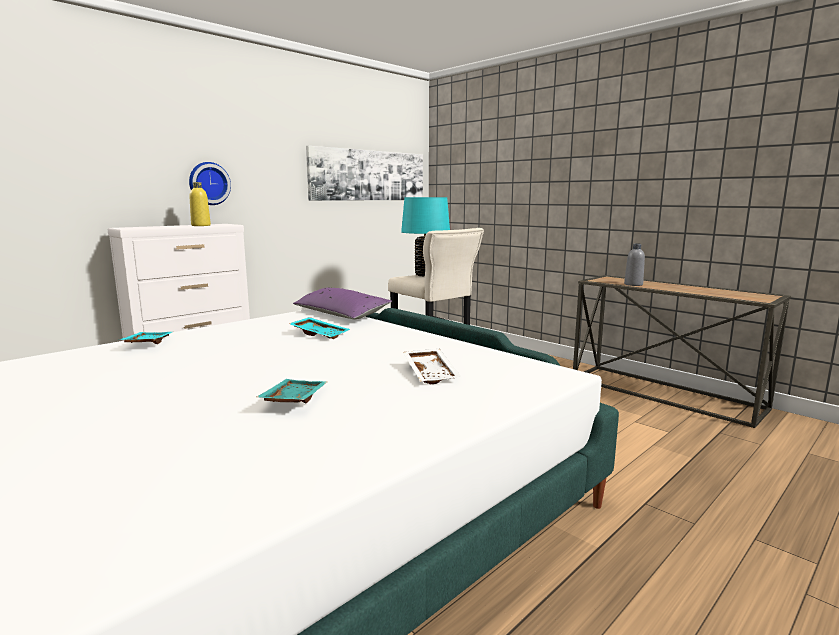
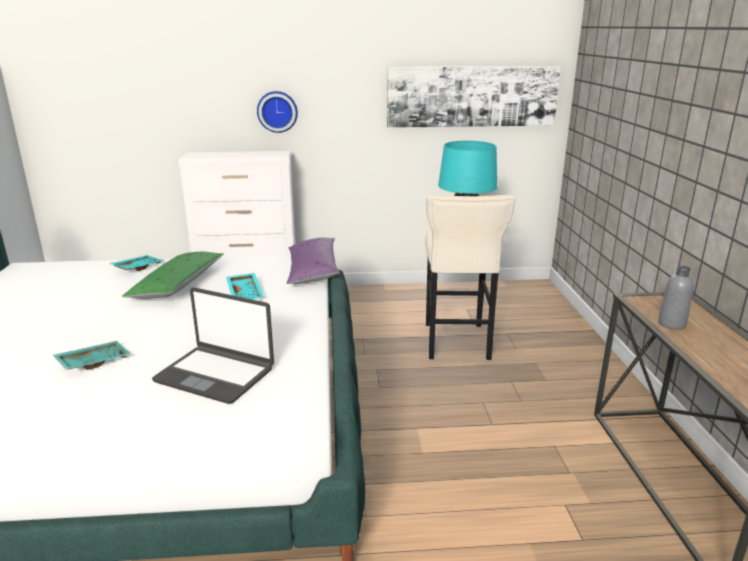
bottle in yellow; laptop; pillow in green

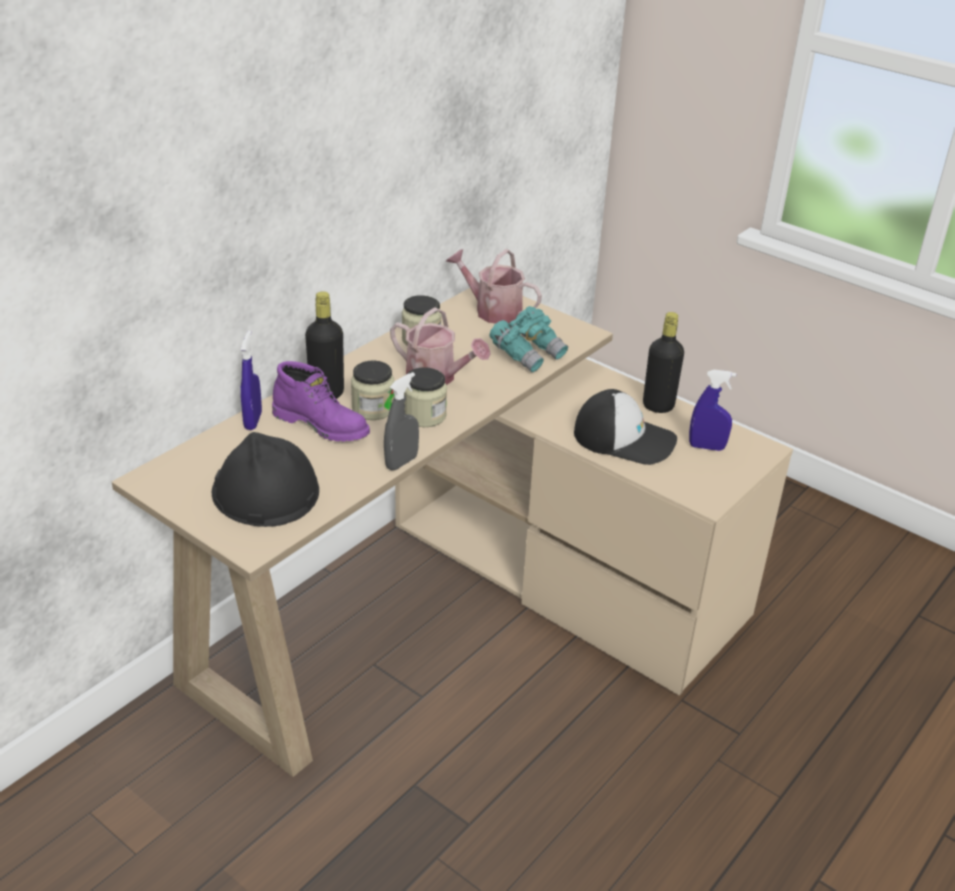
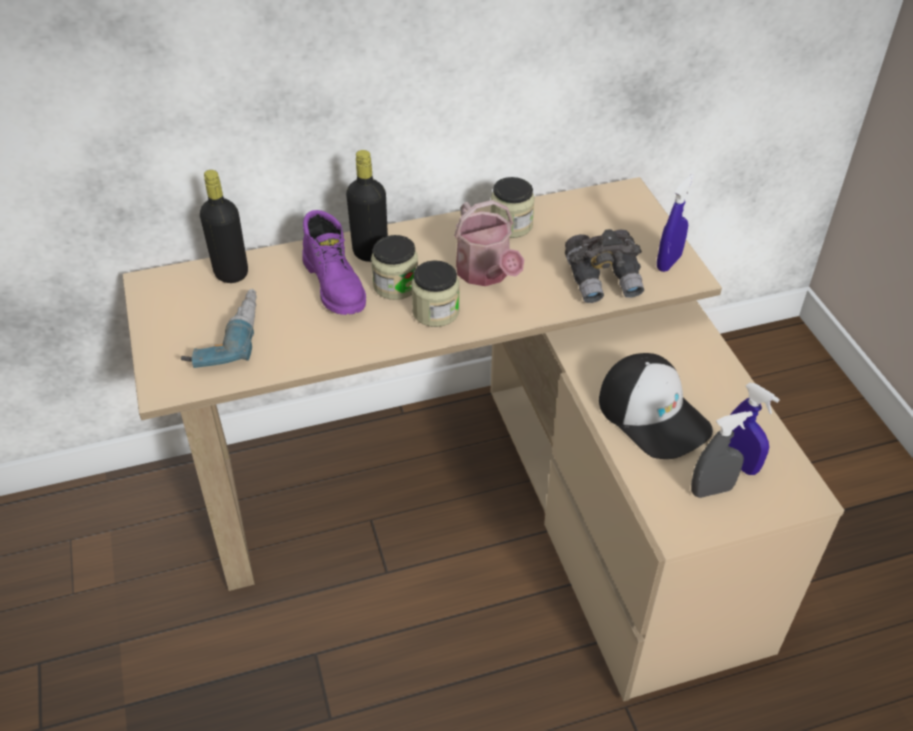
watering can (2nd from left in the first image); binoculars in grey; bottle in black (1st from left); spray bottle in blue (1st from left); spray bottle in grey; power drill

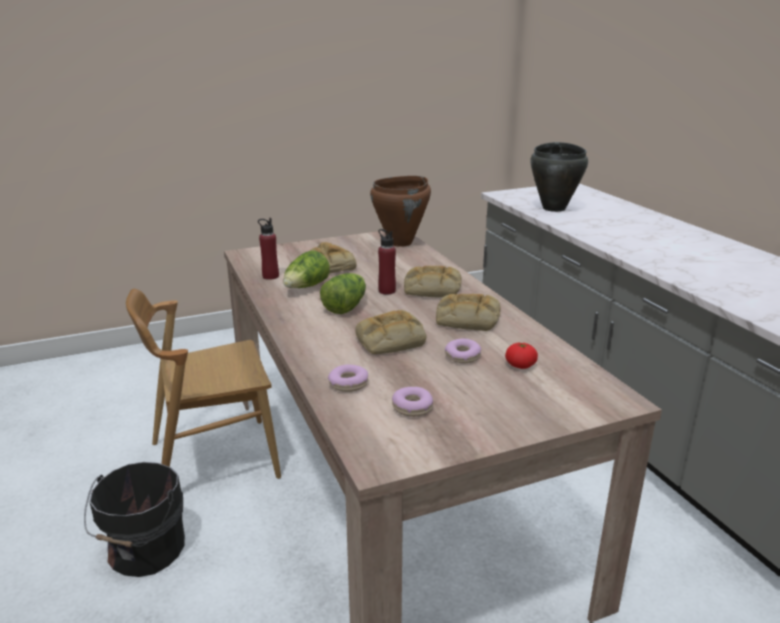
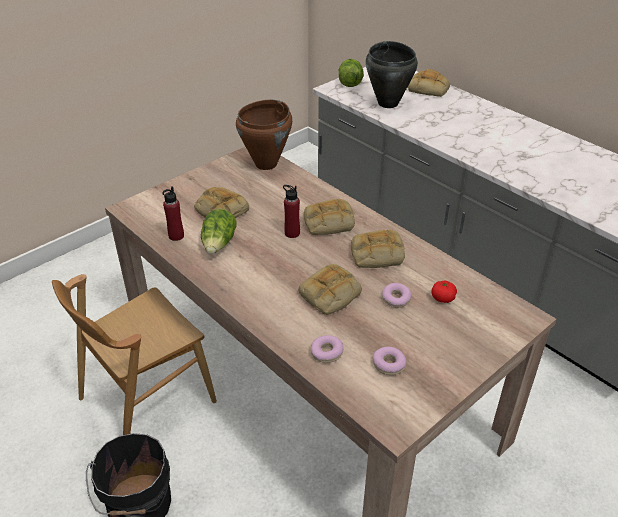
lettuce (2nd from left); bread (5th from left)

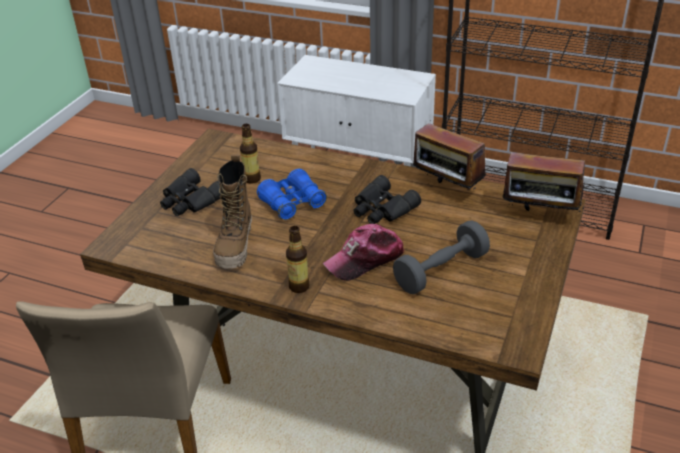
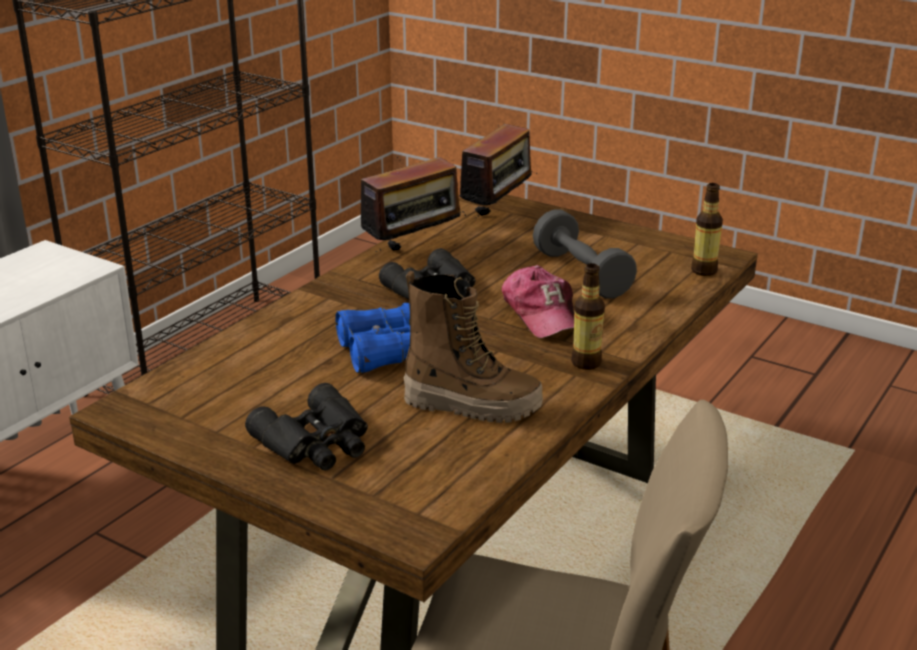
bottle (2nd from left)

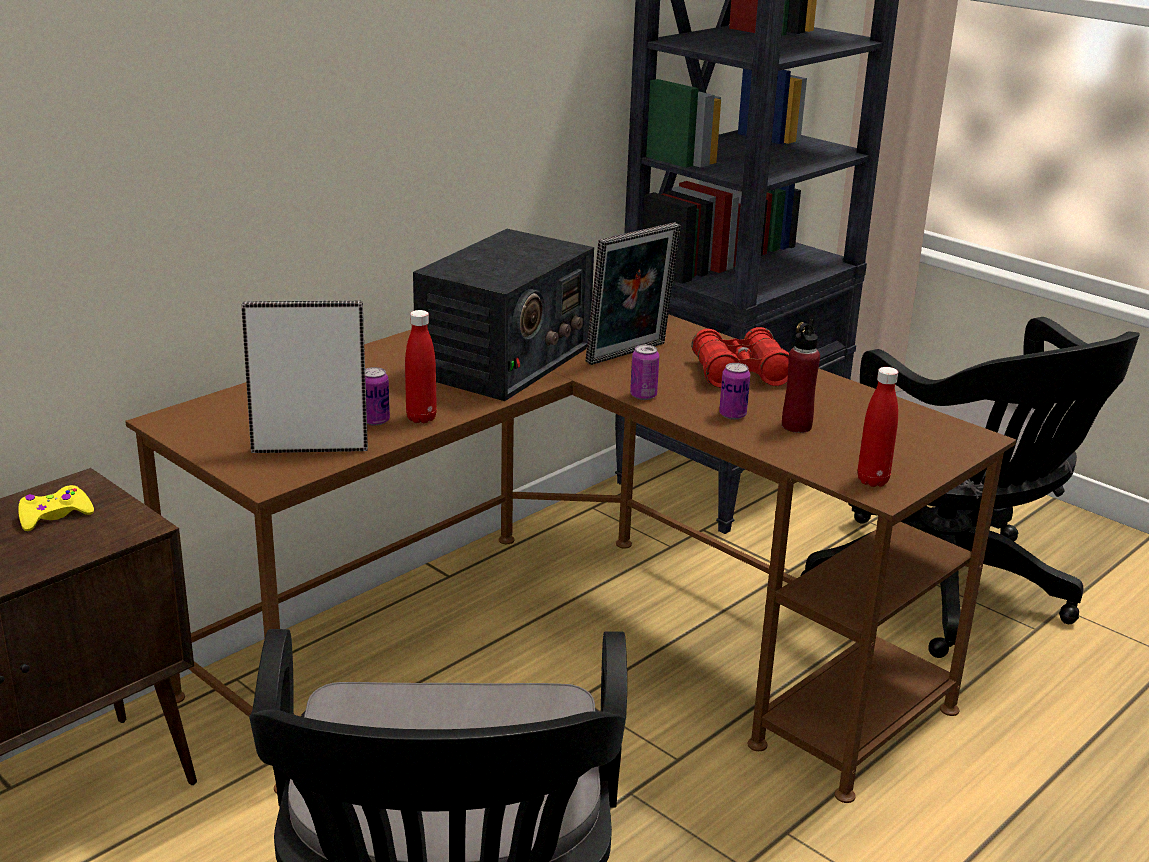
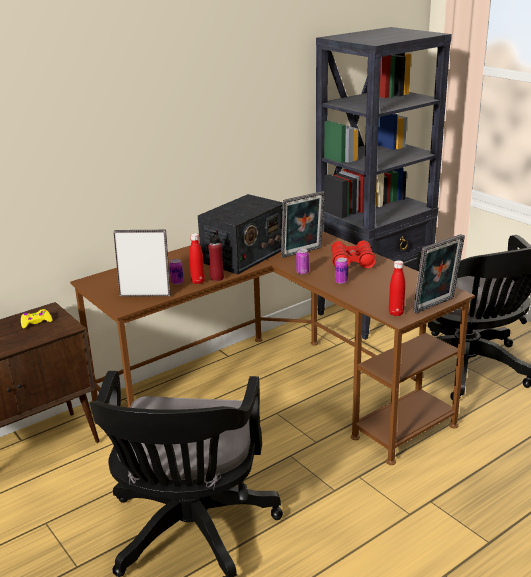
bottle in red (2nd from left); picture frame (3rd from left)

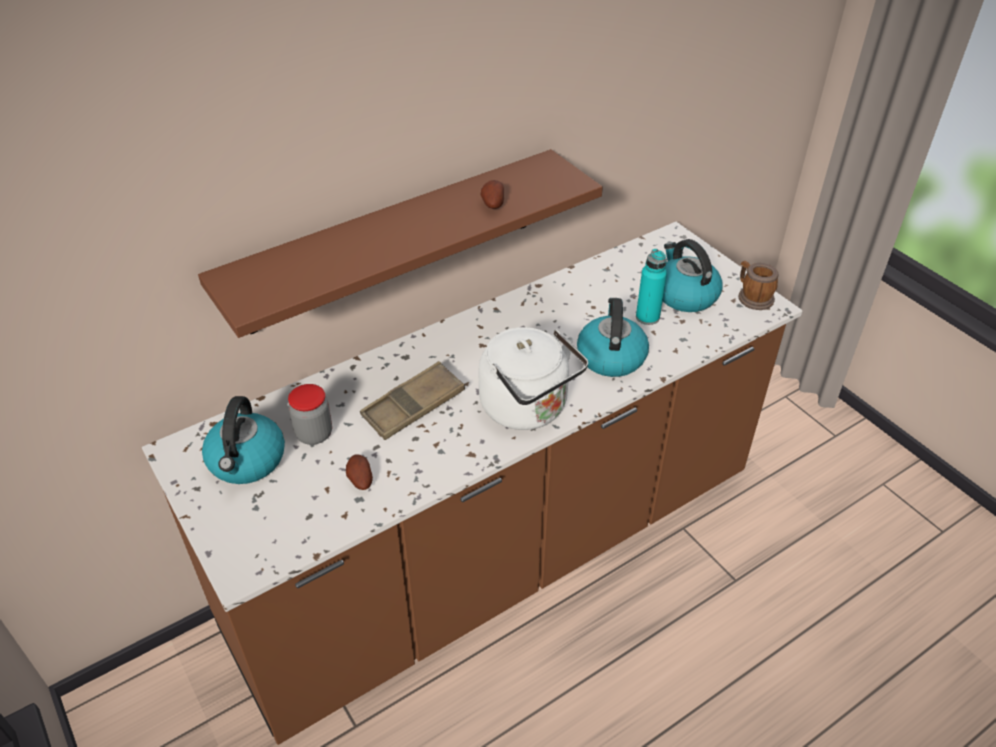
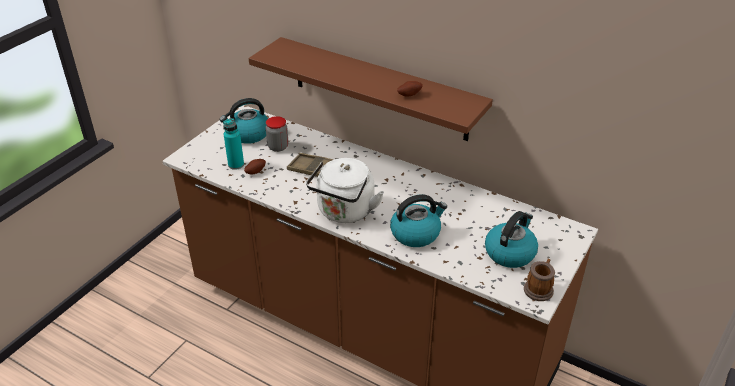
bottle in turquoise

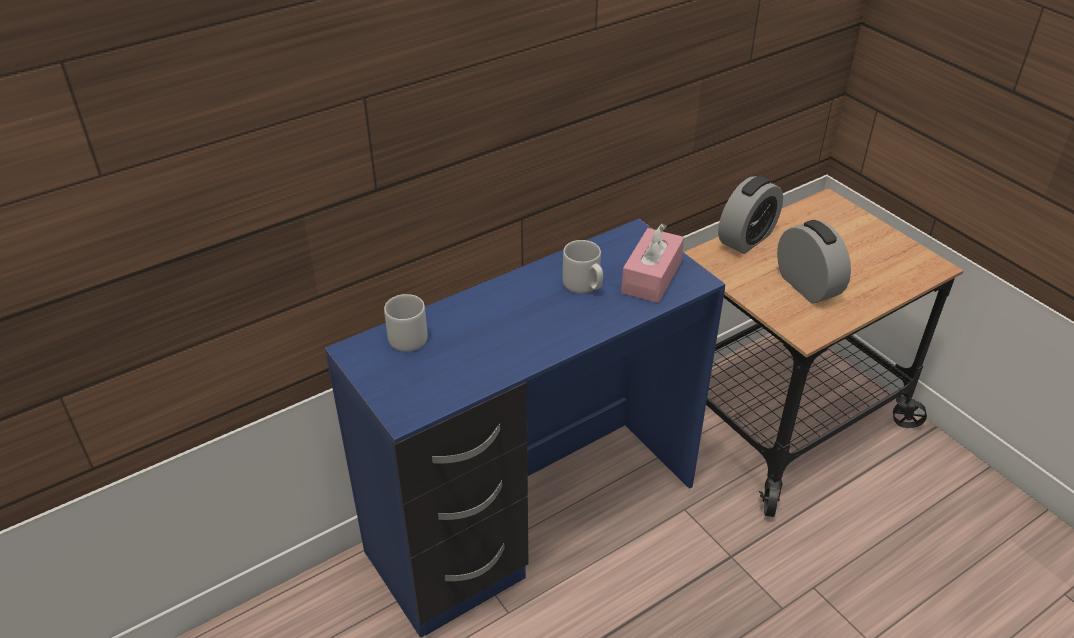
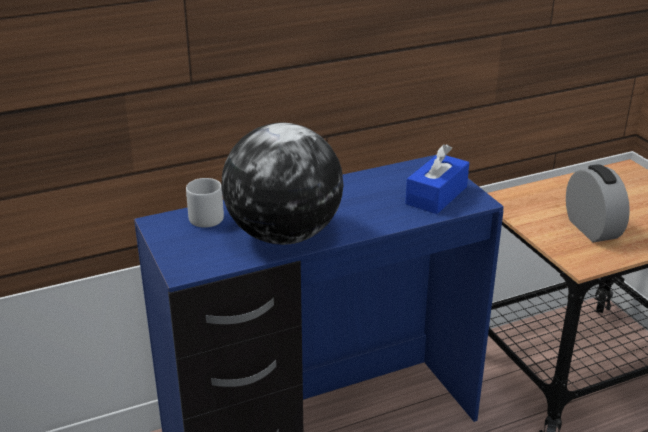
alarm clock (1st from left in the first image); tissue box in blue; mug in grey (2nd from left in the first image); globe

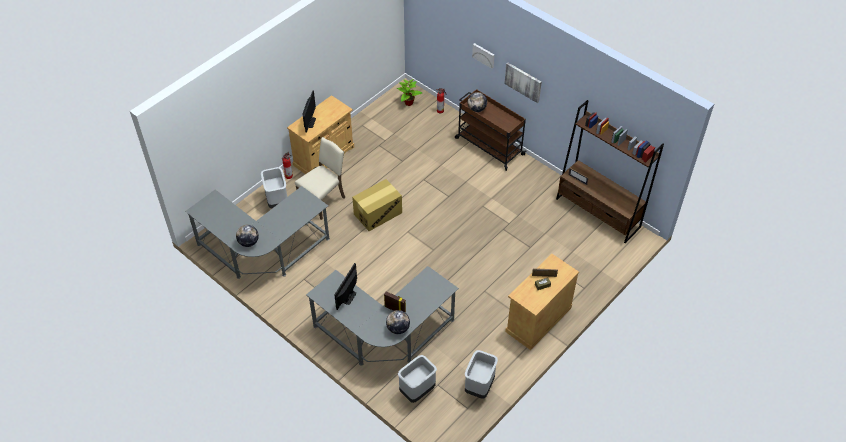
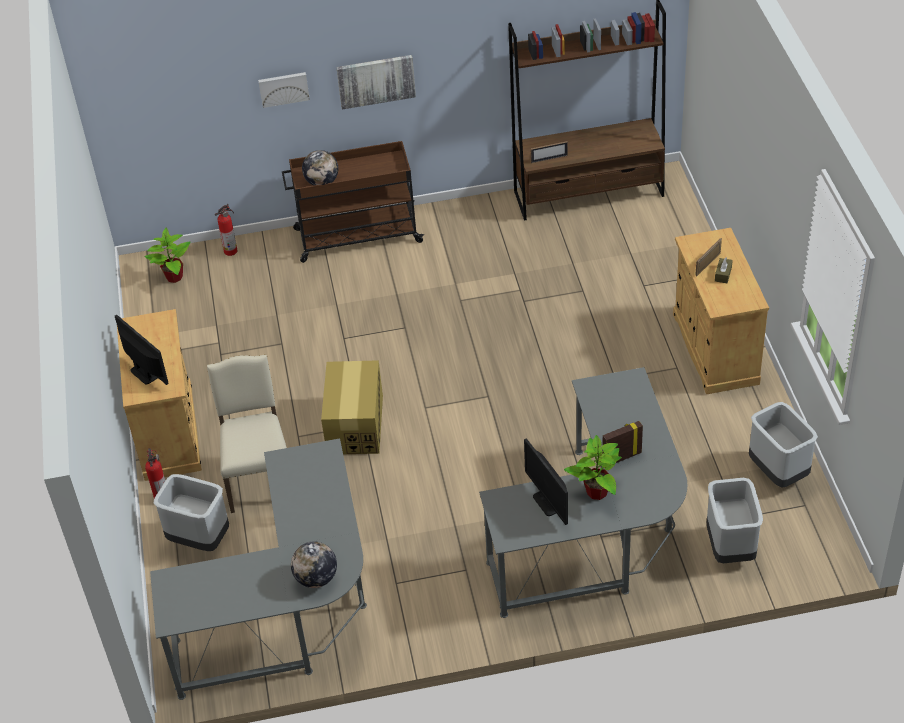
globe (2nd from left in the first image); potted plant (2nd from left)

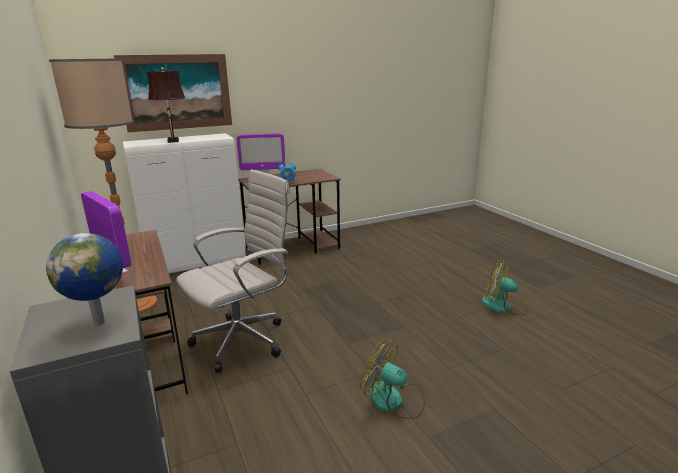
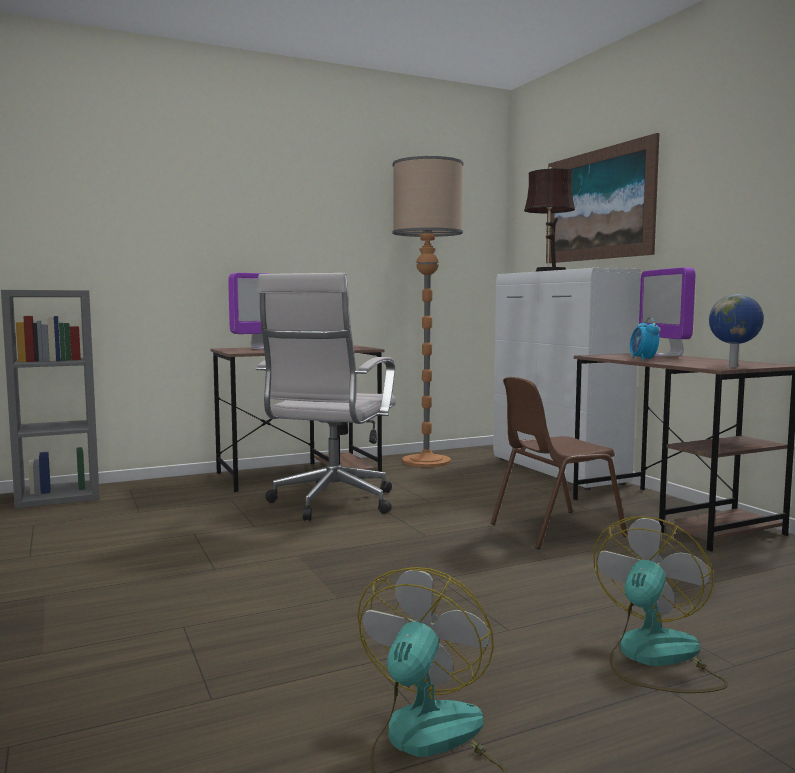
office chair in white; globe; fan (2nd from left); chair in brown

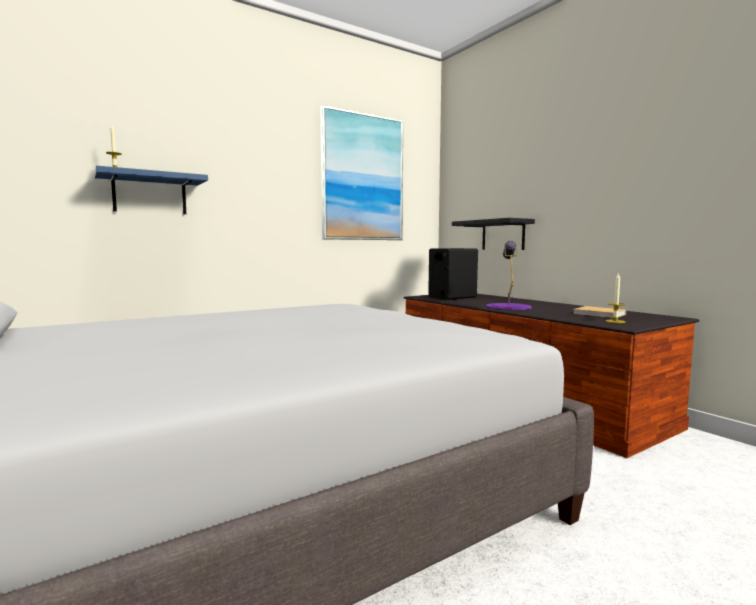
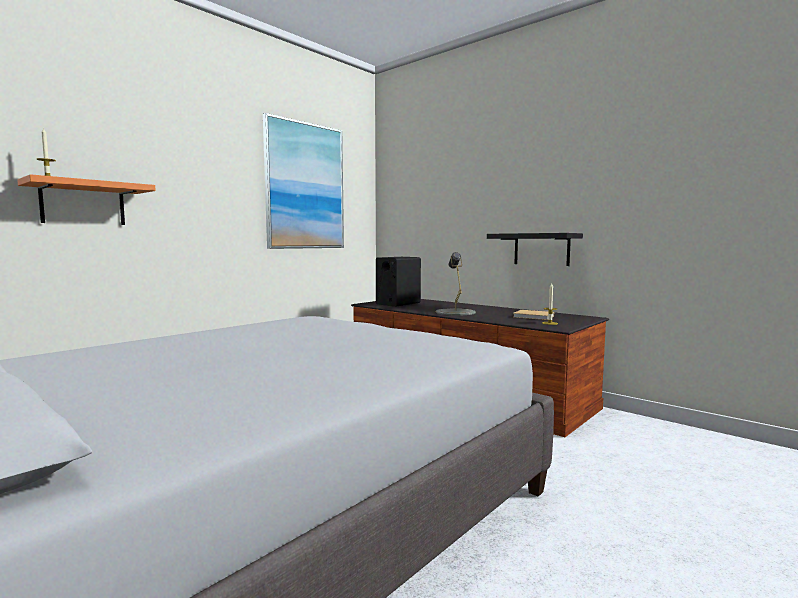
shelf in orange; shelf in black; table lamp in grey

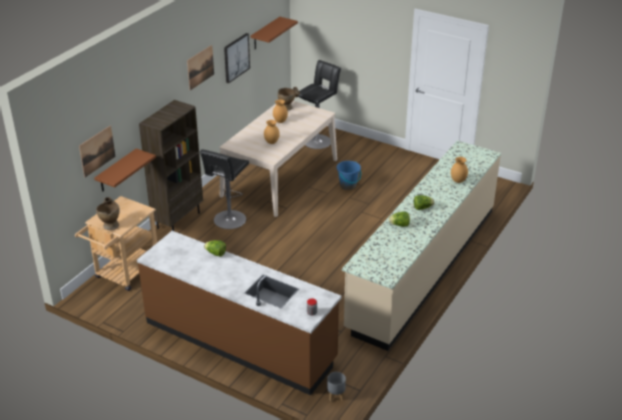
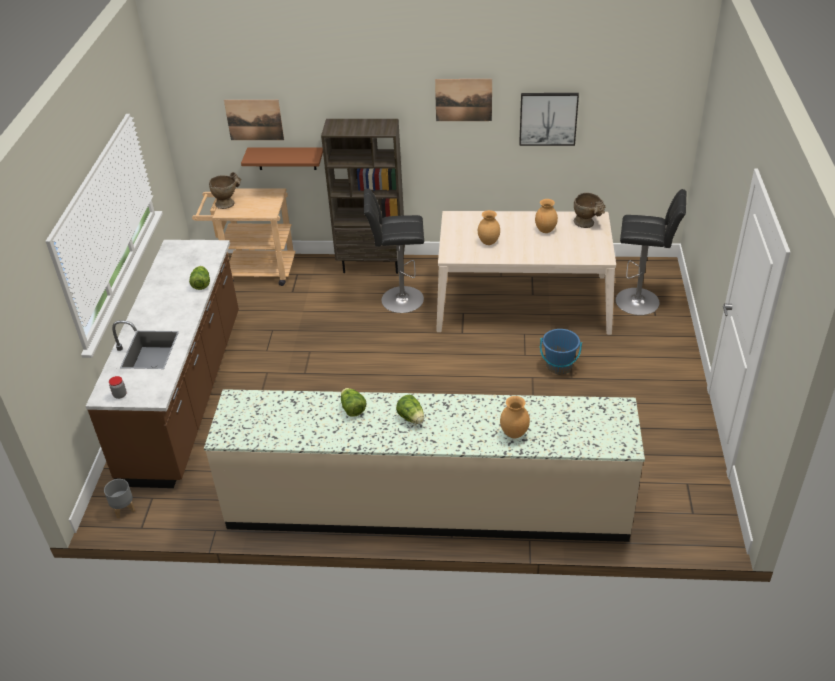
shelf in brown (2nd from left in the first image)

